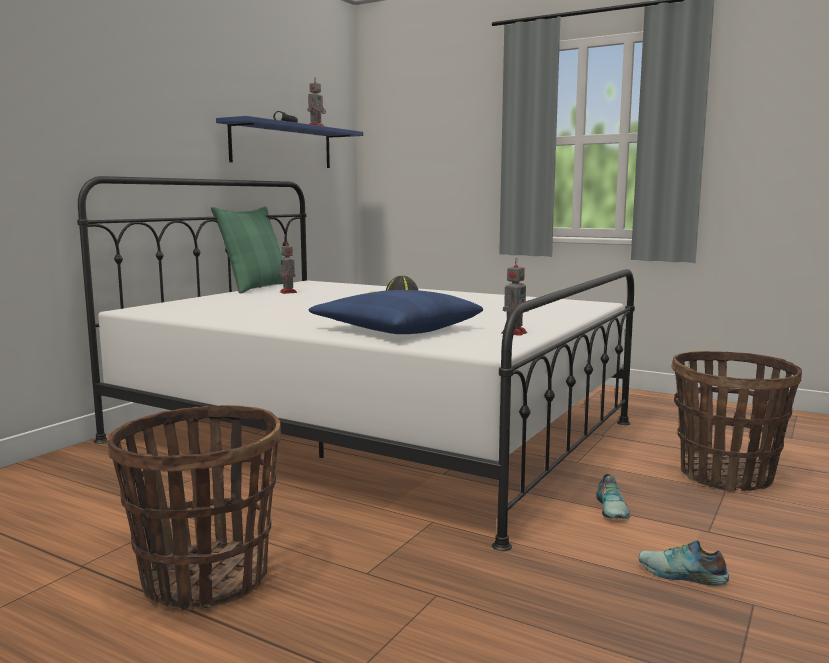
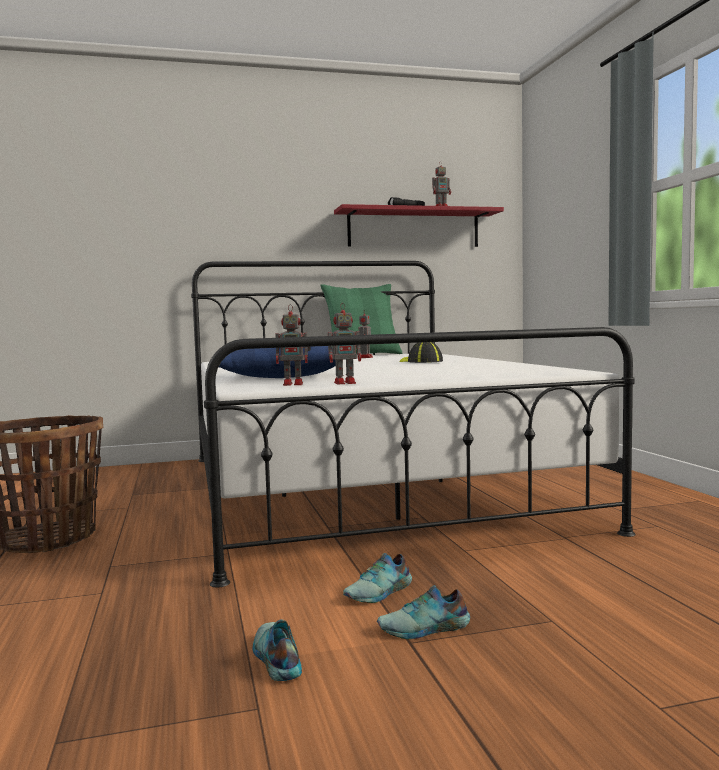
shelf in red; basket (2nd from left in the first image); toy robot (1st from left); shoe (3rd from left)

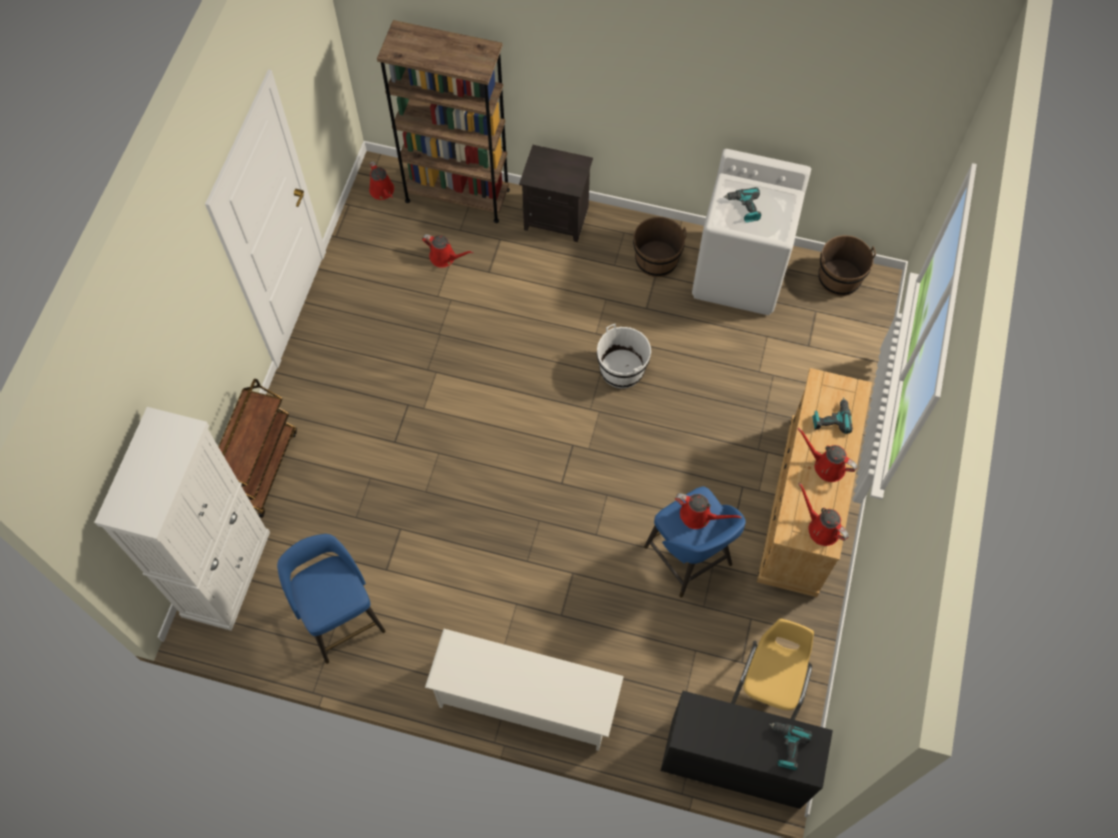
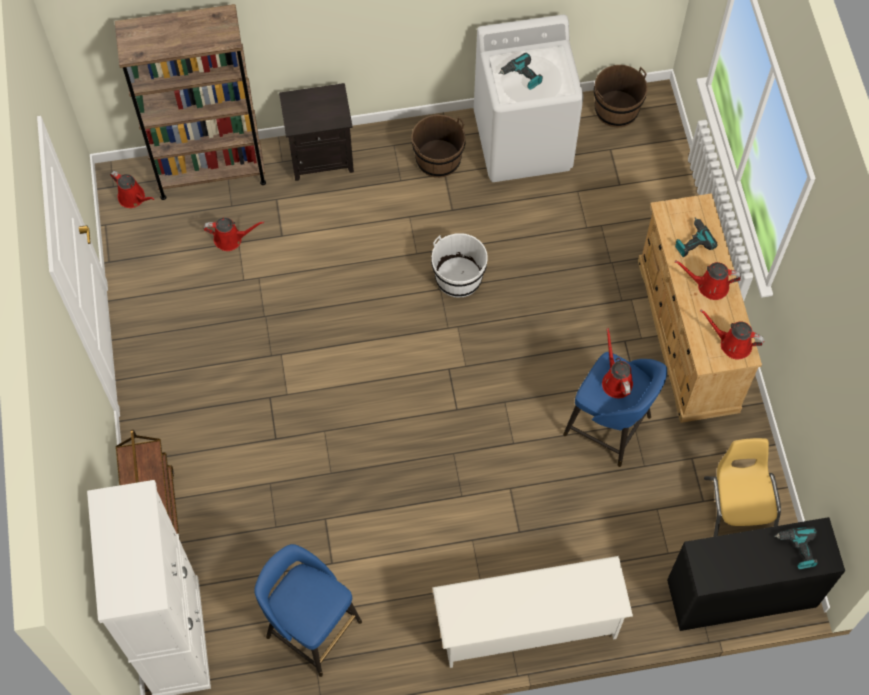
watering can in red (3rd from left)

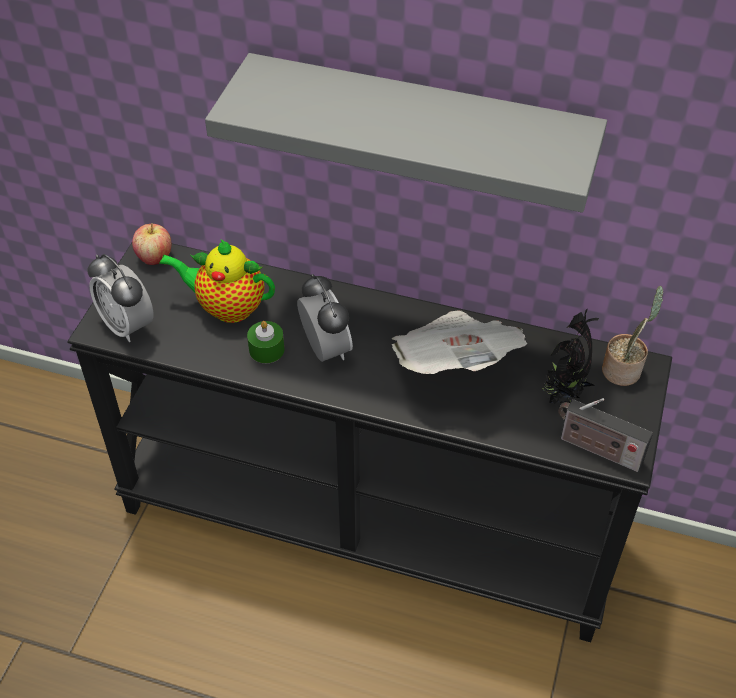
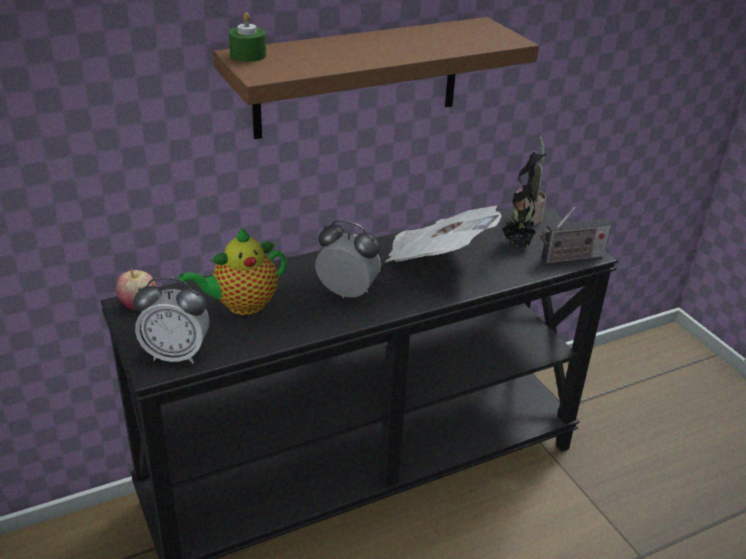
shelf in brown; candle in green

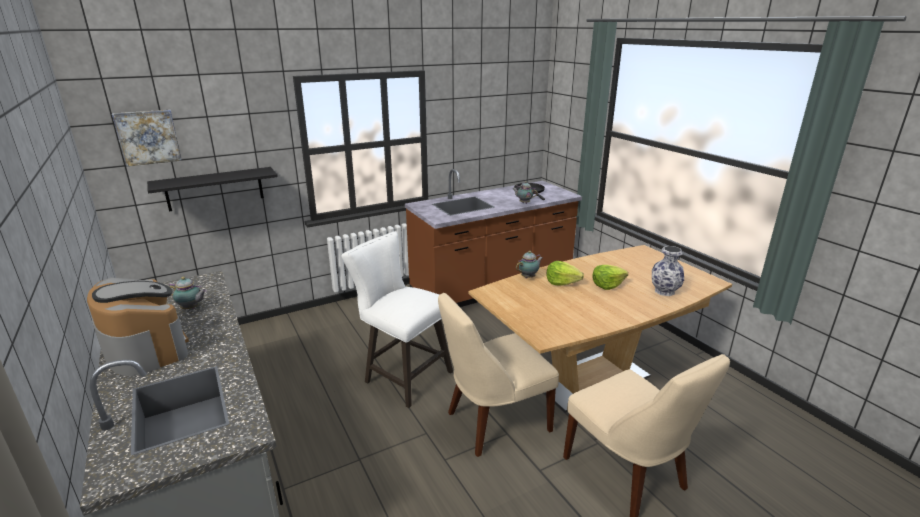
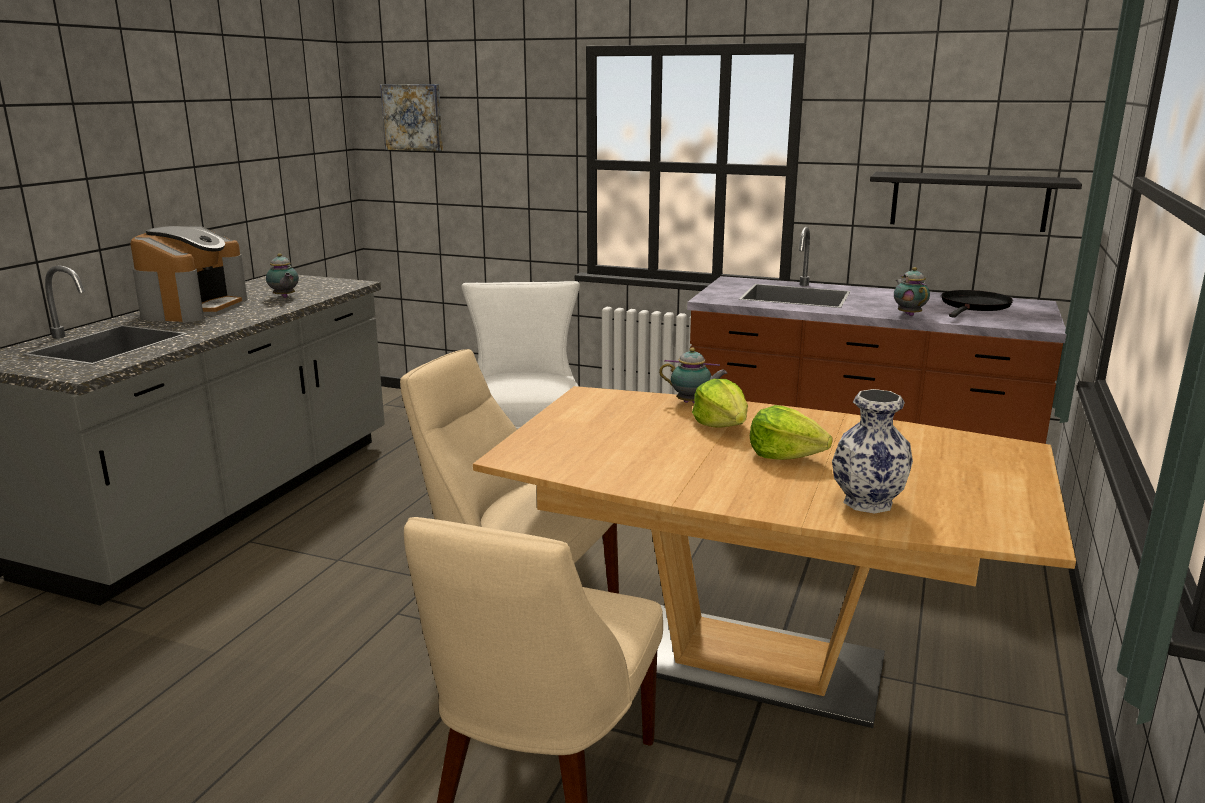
shelf in black

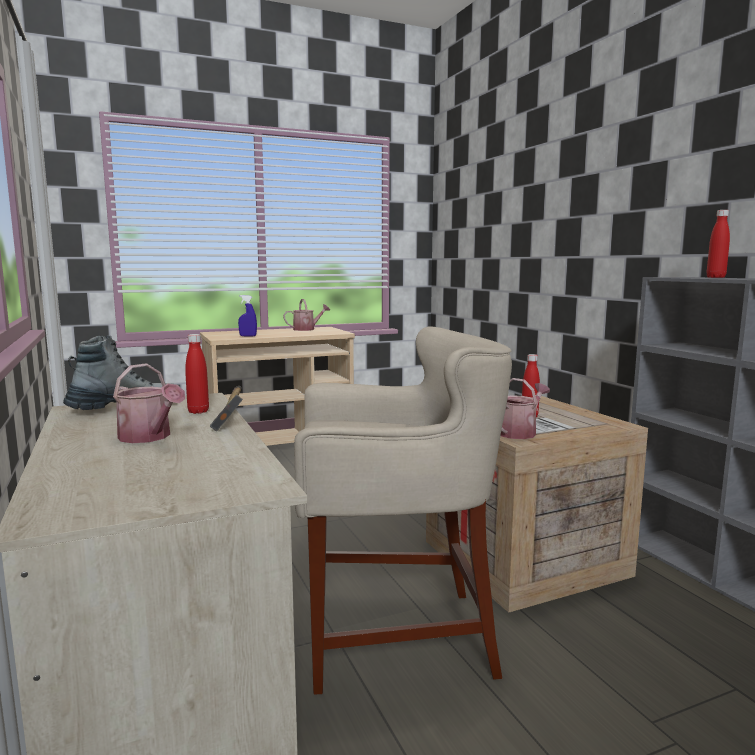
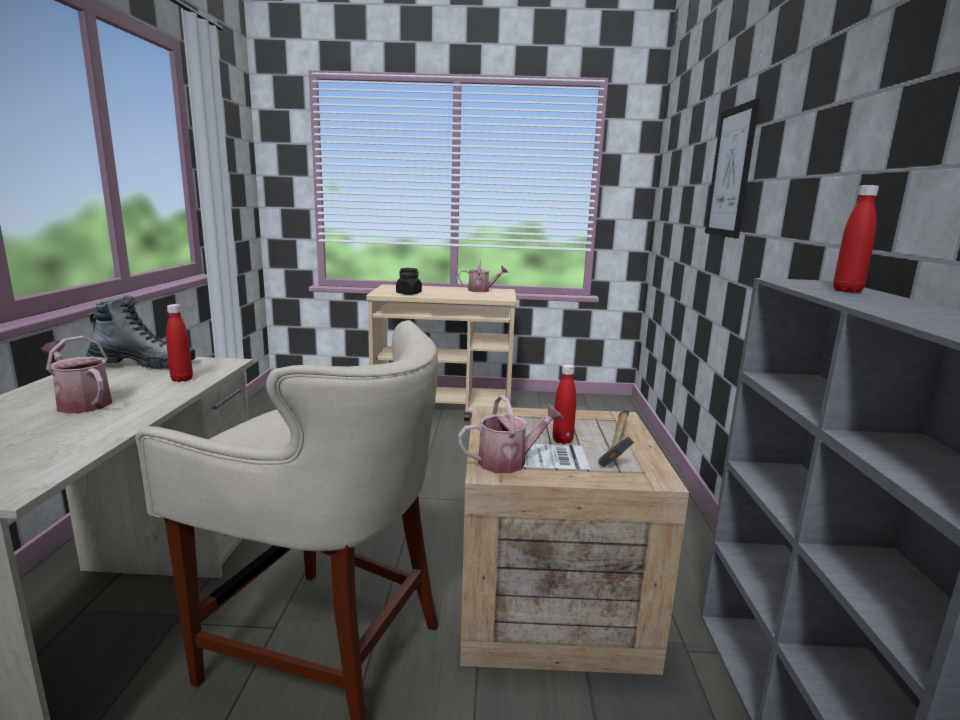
jar in black; watering can (1st from left); hammer; picture

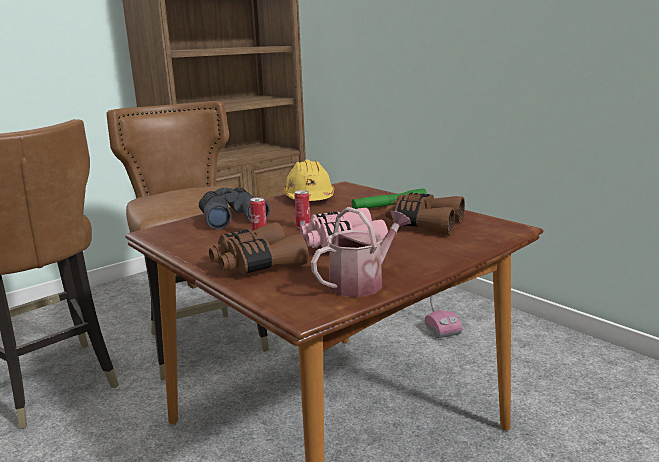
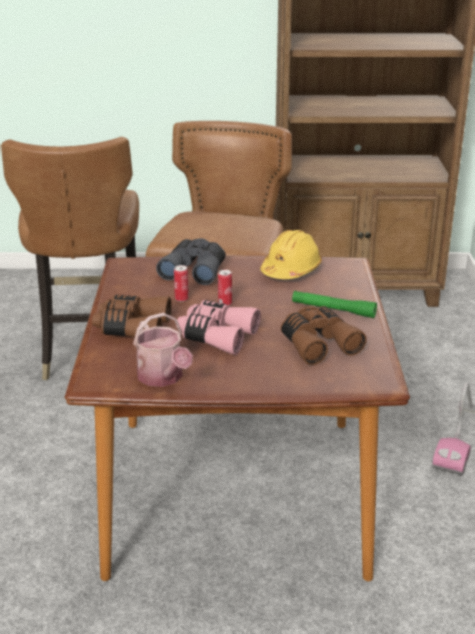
watering can

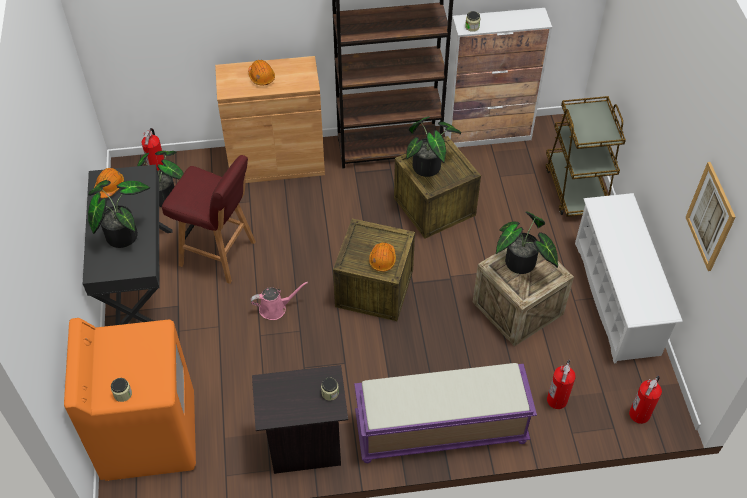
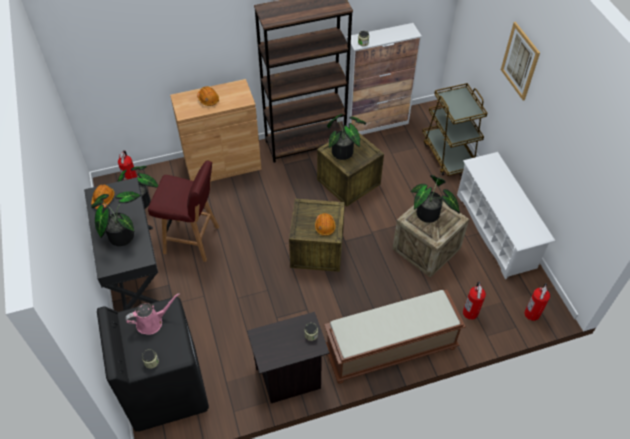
picture; watering can in pink; washing machine in black; bench in brown

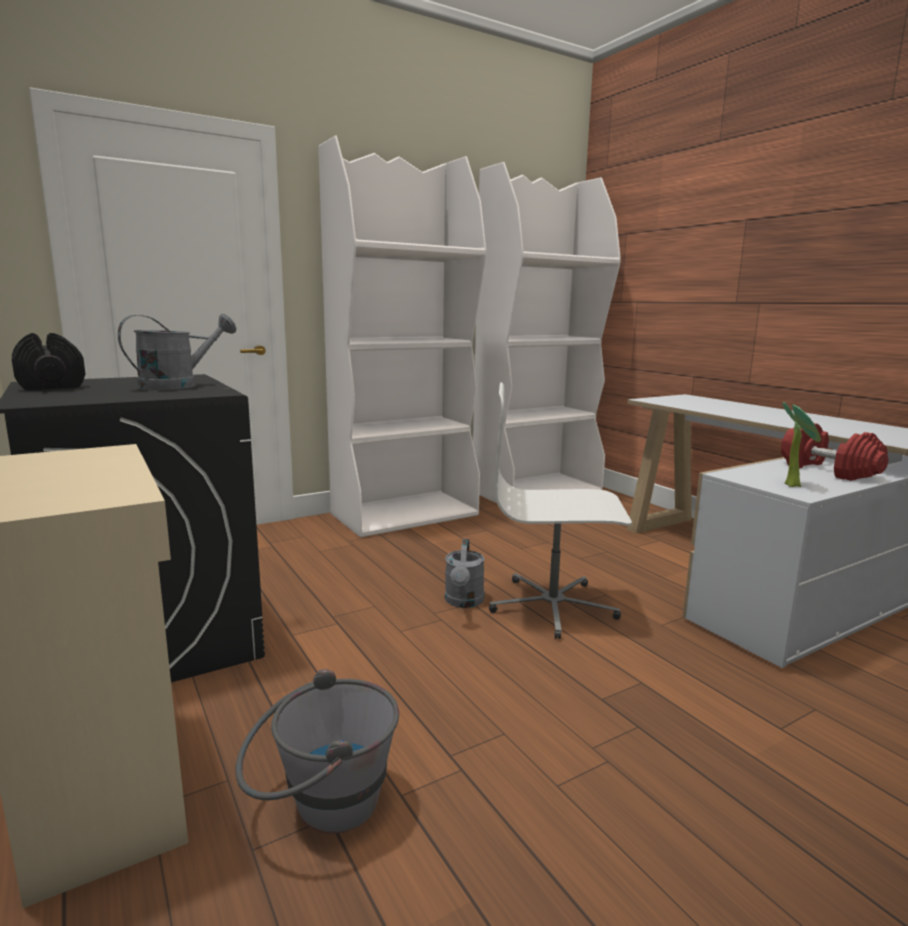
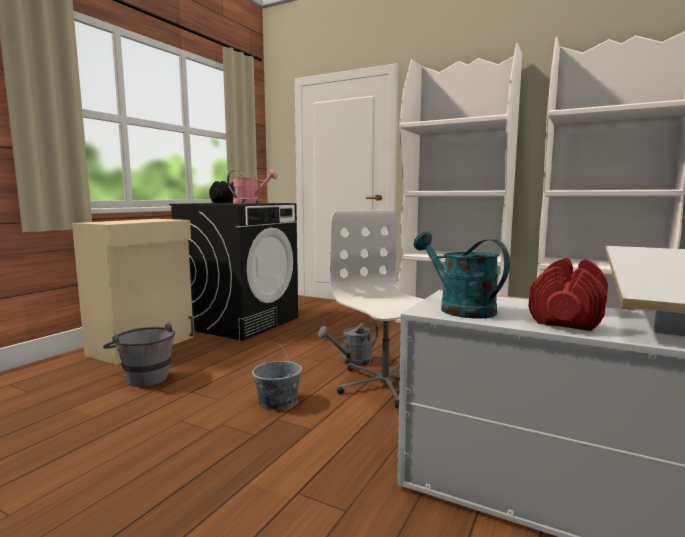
watering can in pink; watering can in turquoise; bucket in grey (2nd from left)

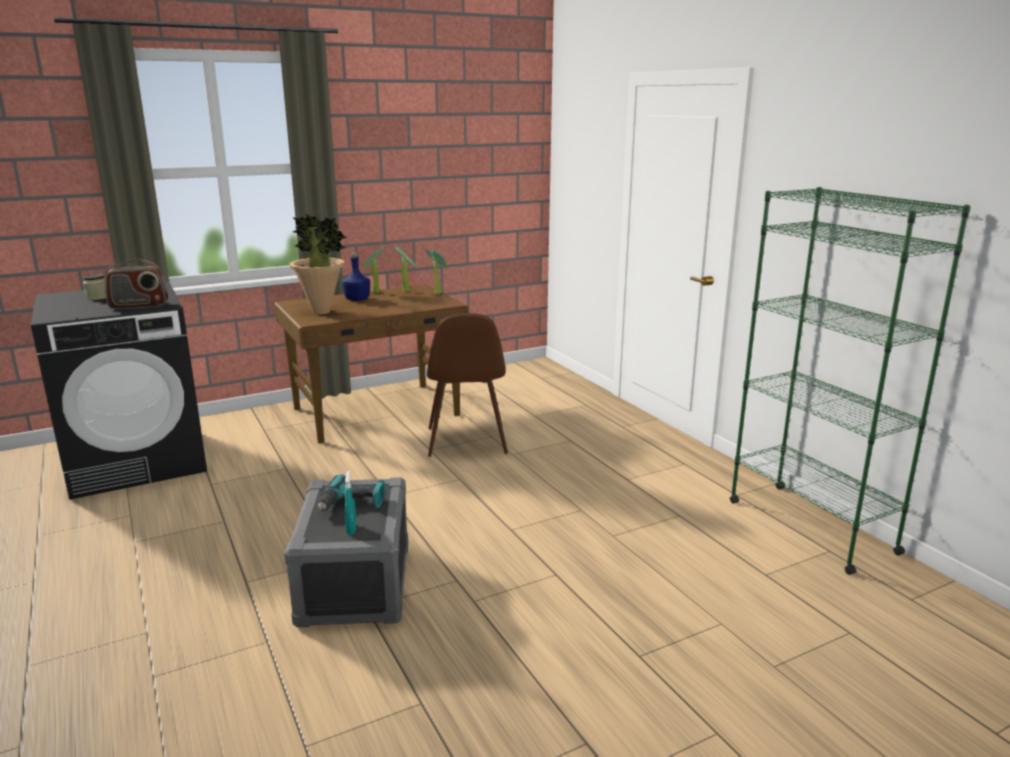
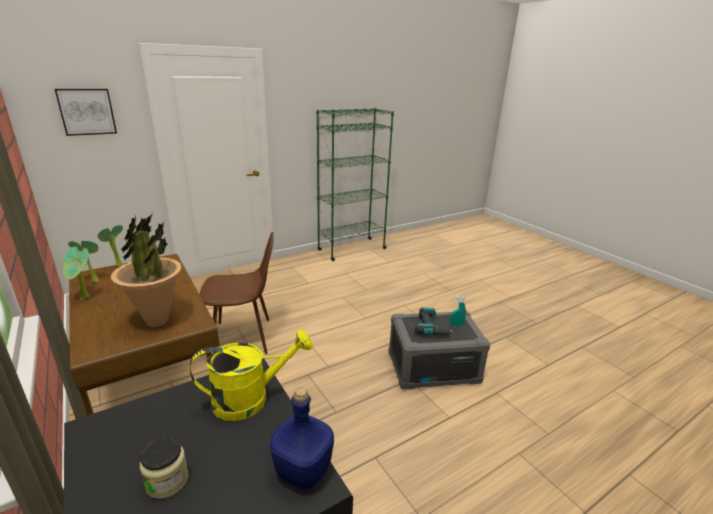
bottle in blue; watering can in yellow; picture

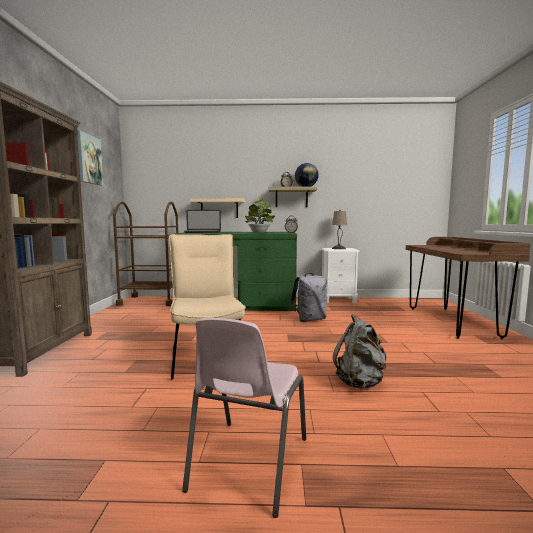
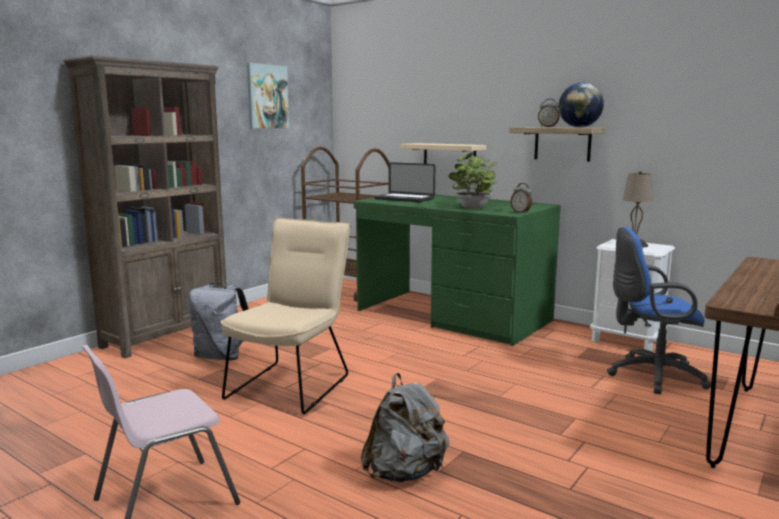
backpack in grey (1st from left); office chair in blue

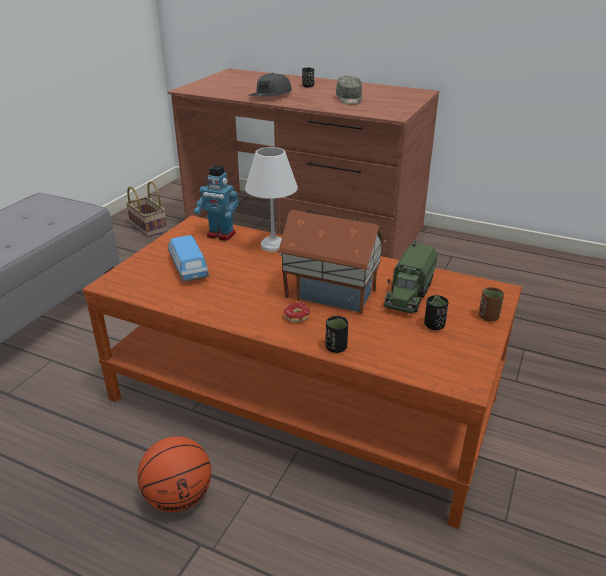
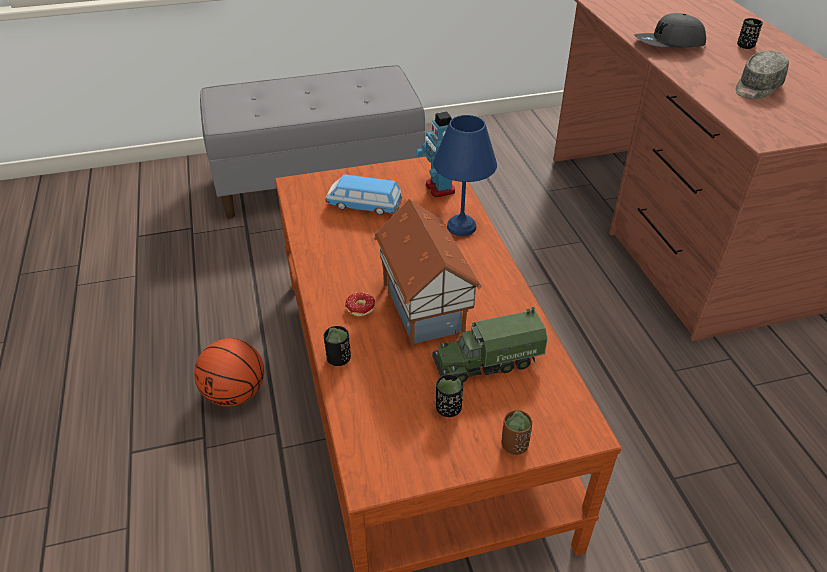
table lamp in blue; basket; toy car

